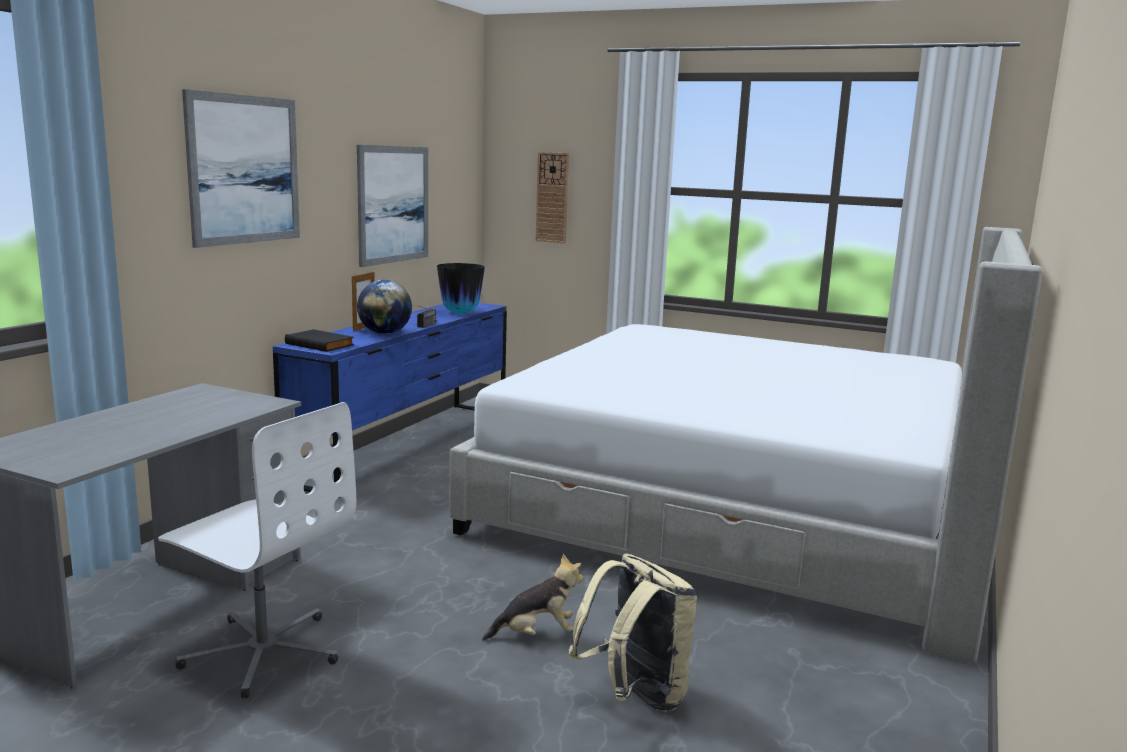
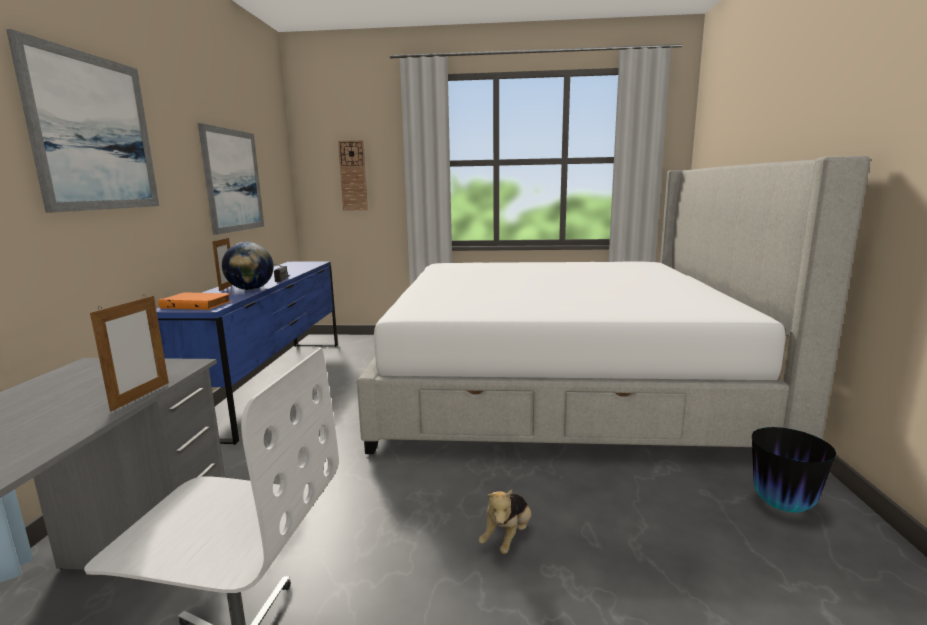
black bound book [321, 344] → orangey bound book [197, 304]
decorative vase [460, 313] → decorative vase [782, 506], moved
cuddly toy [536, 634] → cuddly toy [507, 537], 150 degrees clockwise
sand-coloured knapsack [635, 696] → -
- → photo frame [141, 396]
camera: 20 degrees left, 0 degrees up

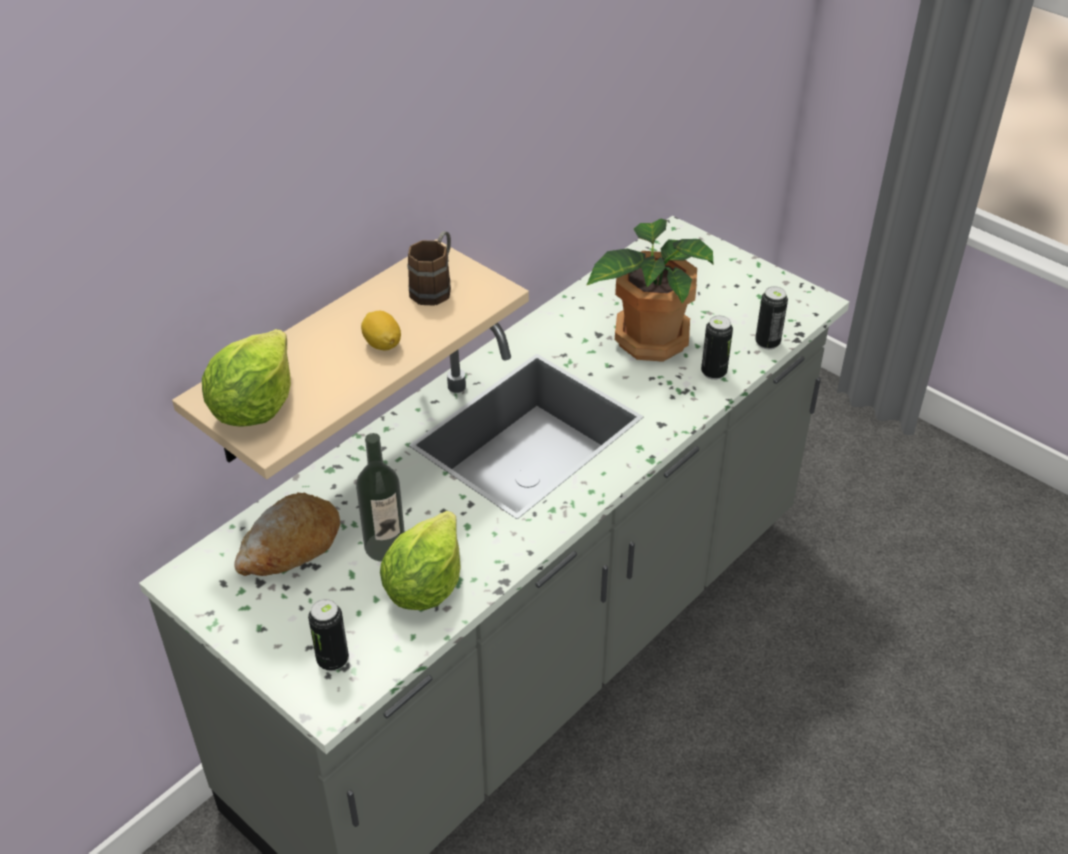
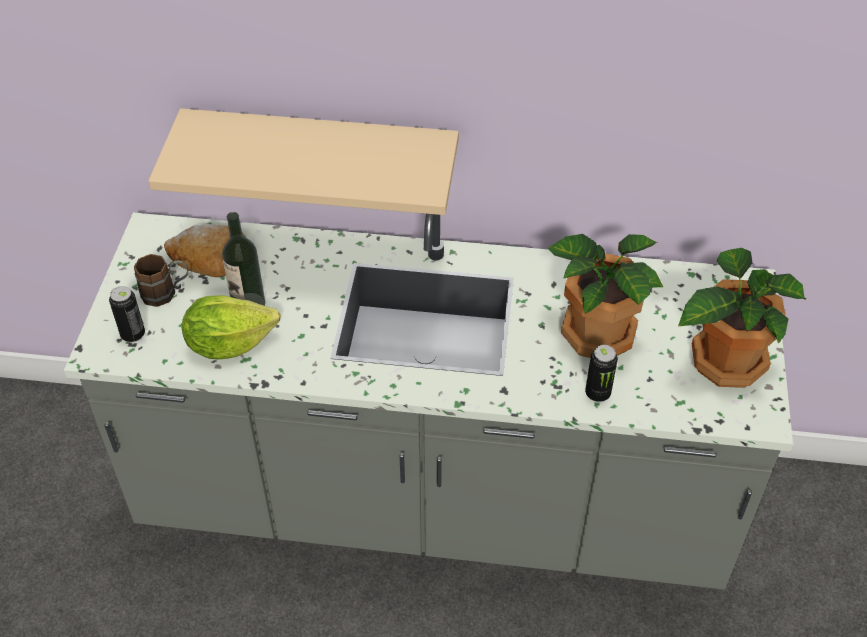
lettuce [254, 406] → -
lemon [382, 344] → -
brown tea mug [435, 287] → brown tea mug [166, 293], moved
sealed can [767, 343] → -
- → houseplant [724, 361]
camera: 55 degrees right, 5 degrees up

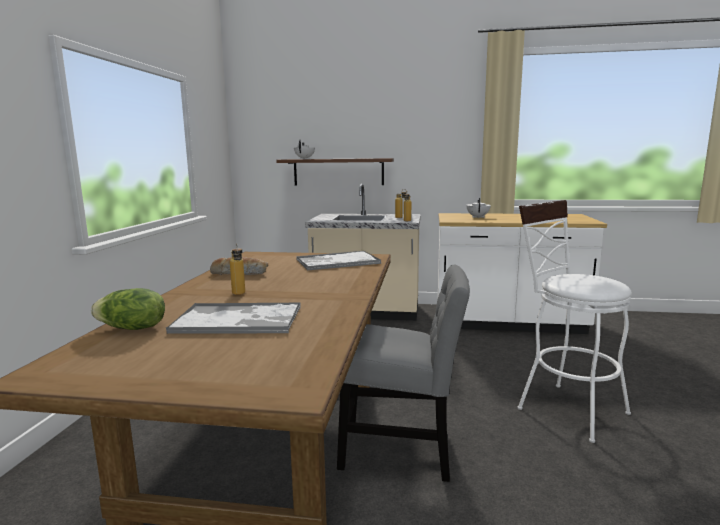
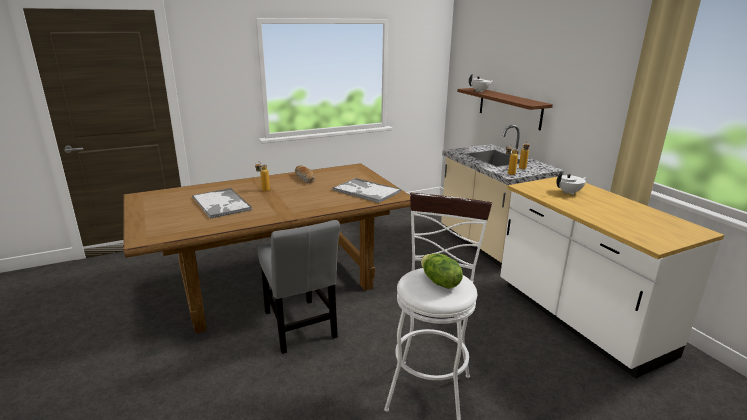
lettuce [132, 328] → lettuce [439, 282], moved
camera: 55 degrees right, 10 degrees up

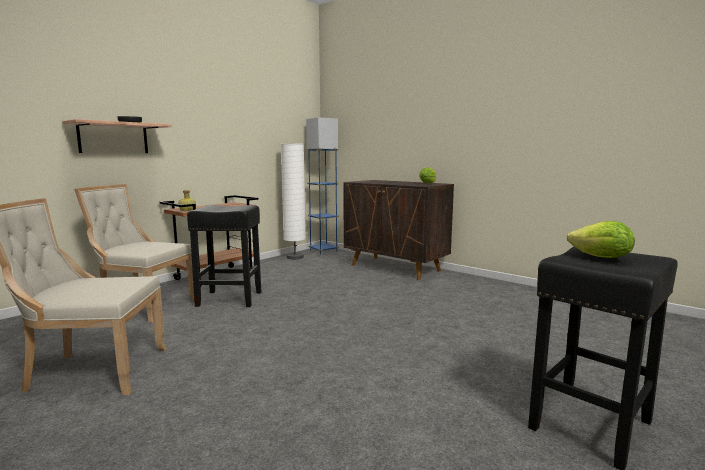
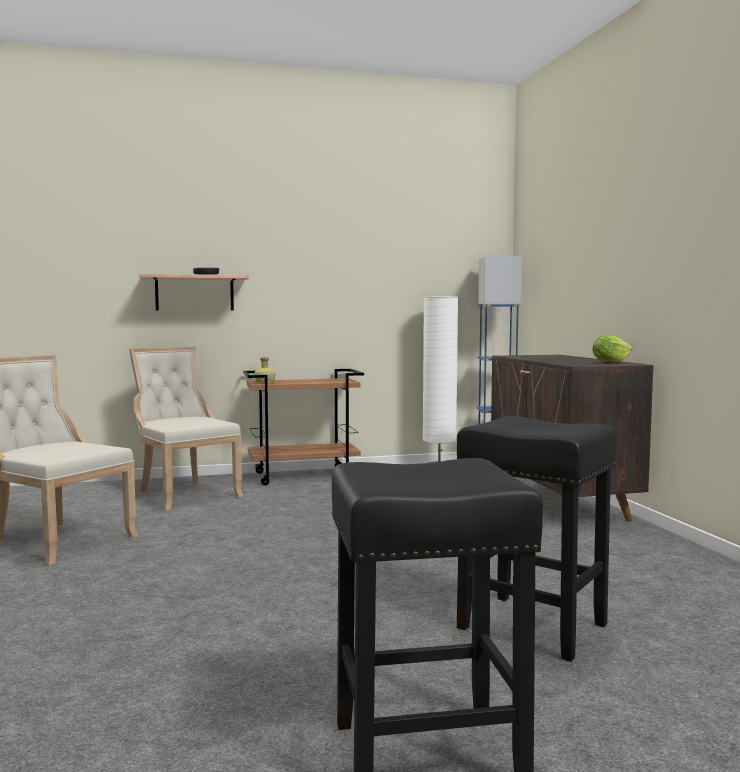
black stool seat [231, 299] → black stool seat [535, 626], moved
lettuce [601, 258] → -
camera: 35 degrees right, 5 degrees down

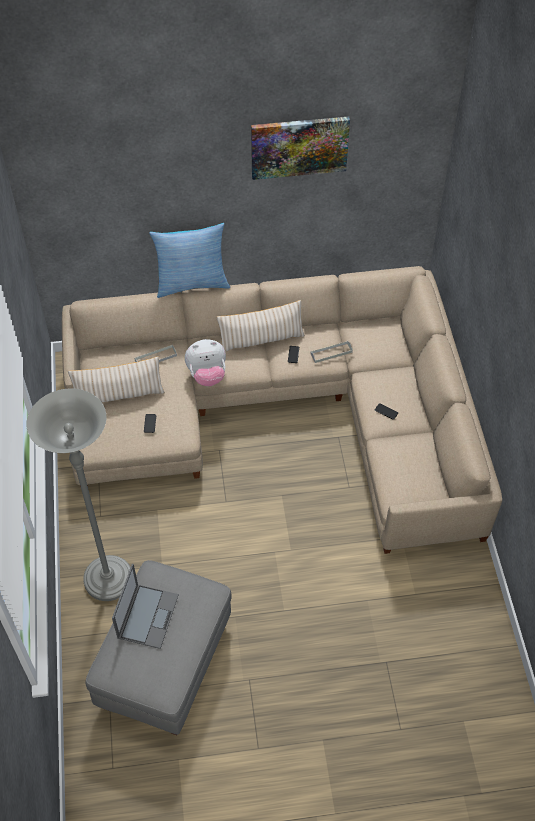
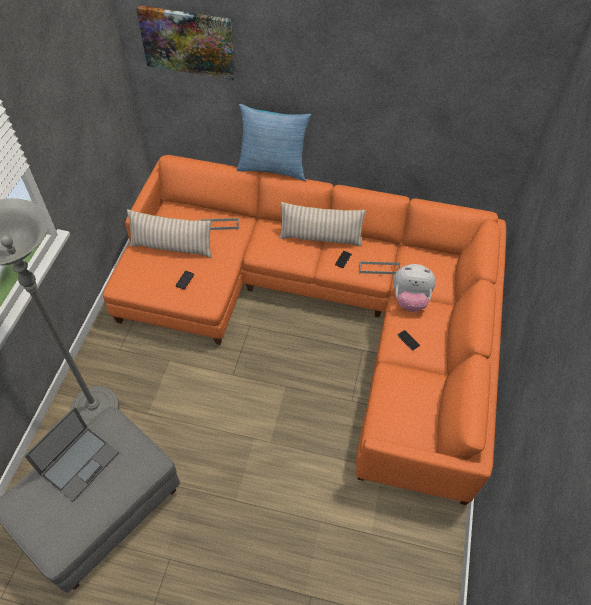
sand-coloured couch [283, 411] → orangey couch [322, 309]
cuddly toy [207, 375] → cuddly toy [410, 300], moved
wall picture [299, 146] → wall picture [188, 42], moved
camera: 20 degrees right, 0 degrees up

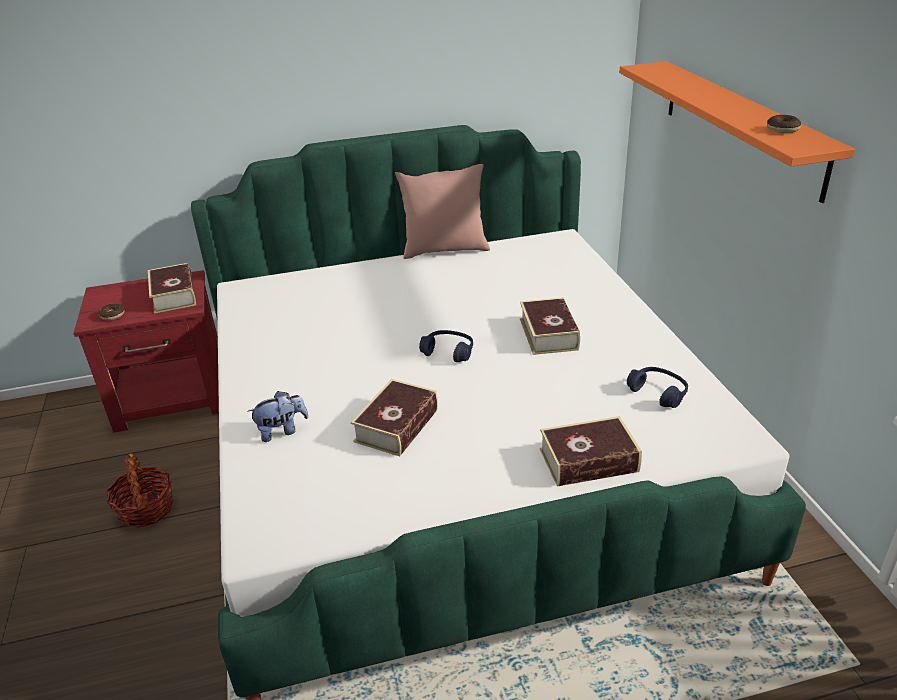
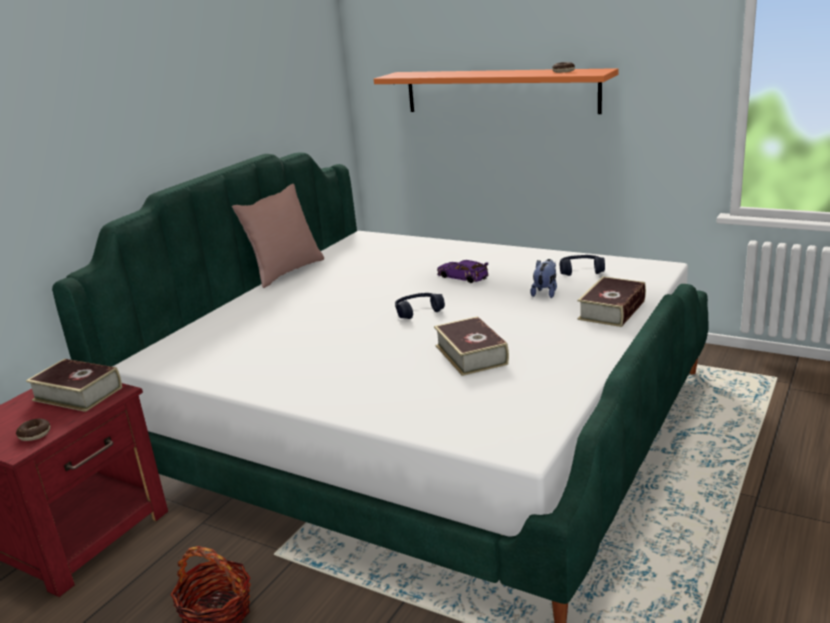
cuddly toy [282, 431] → cuddly toy [545, 292], moved
bound book [548, 334] → purplish toy car [462, 277]
camera: 45 degrees left, 10 degrees down

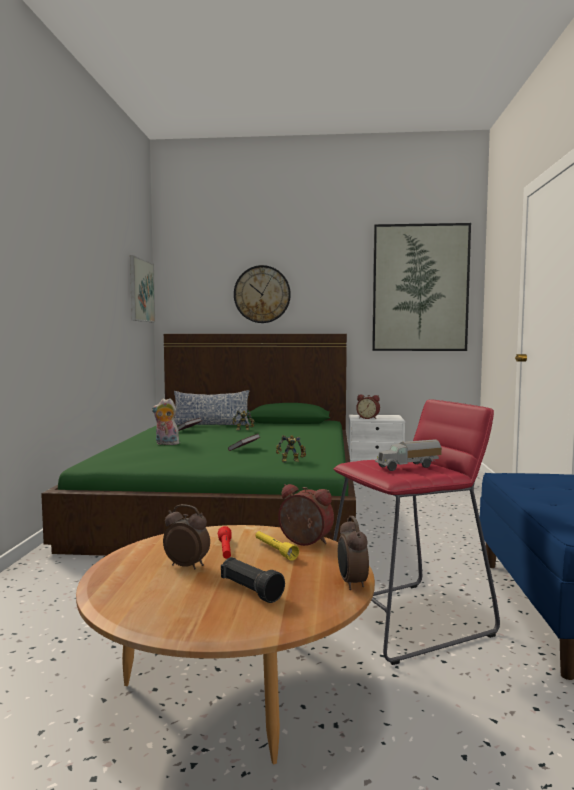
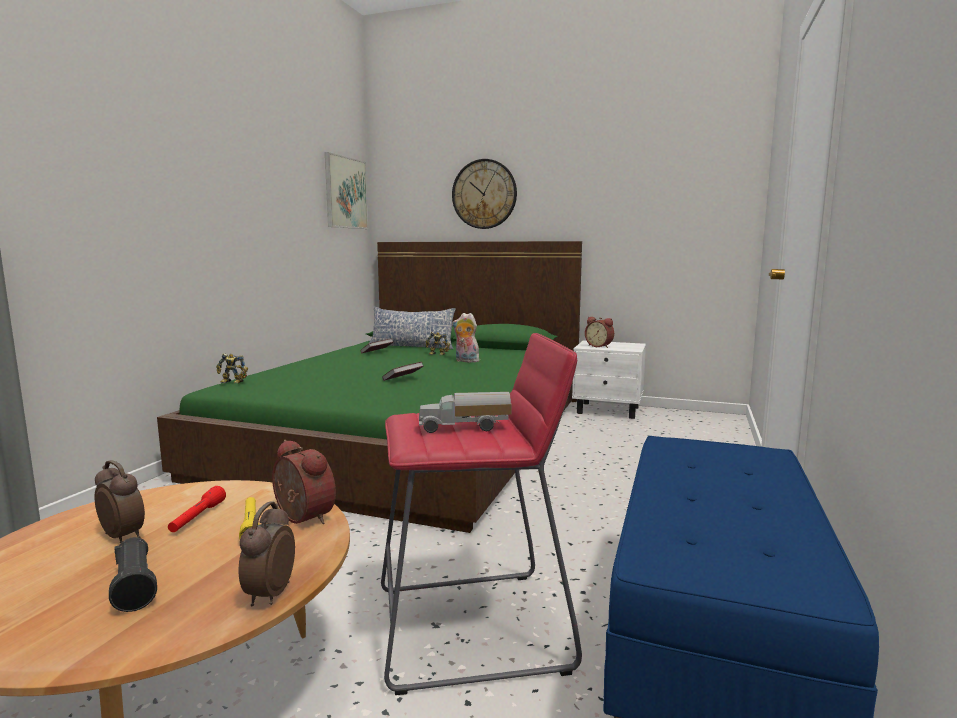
cuddly toy [166, 444] → cuddly toy [465, 361], moved
toy robot [291, 461] → toy robot [232, 382], moved
wall picture [420, 288] → -
camera: 15 degrees right, 5 degrees up

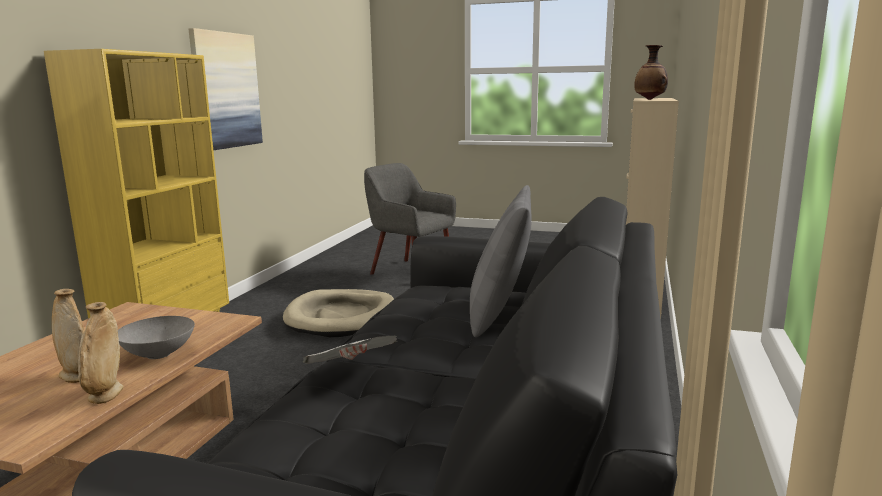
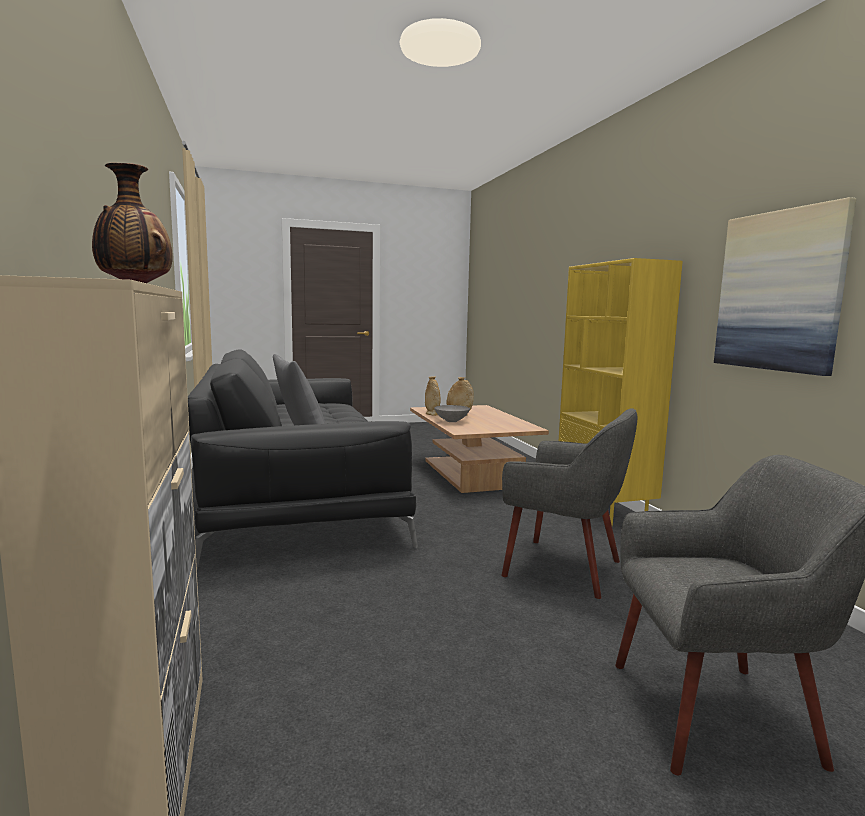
sand-coloured pet bed [342, 317] → greyish lounge chair [564, 568]
newspaper [350, 375] → -
camera: 145 degrees right, 5 degrees down

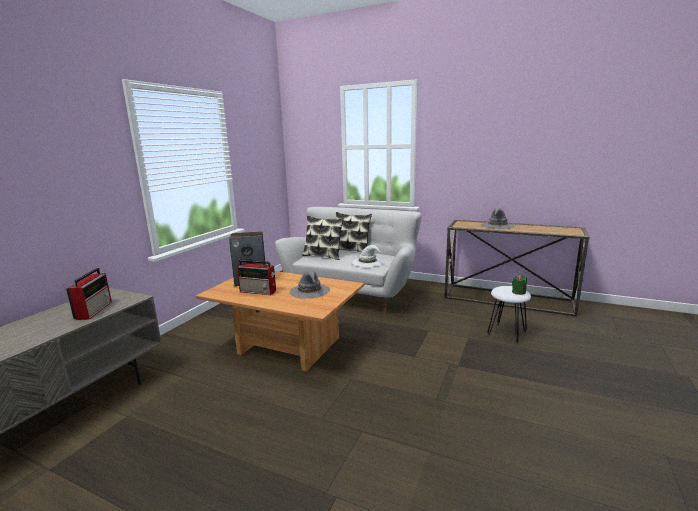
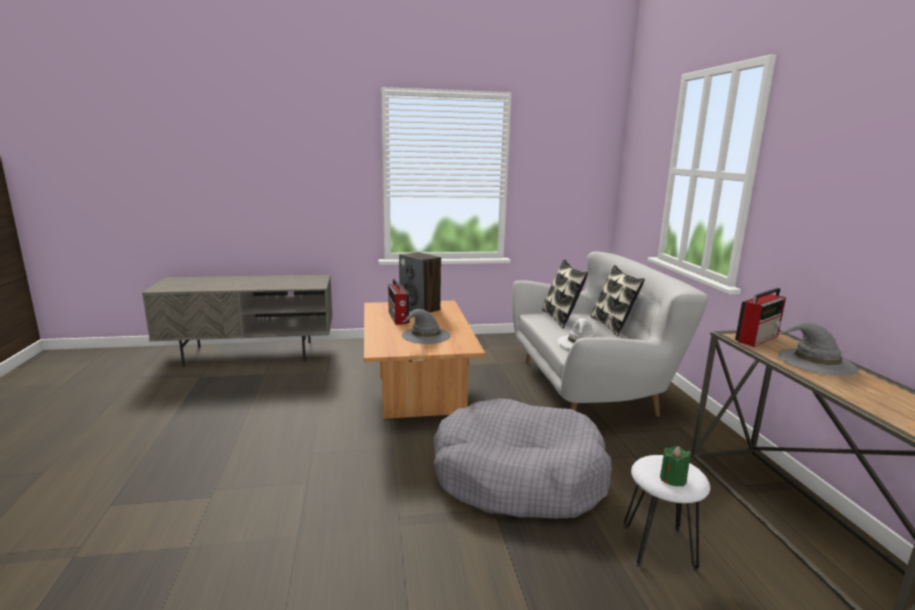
radio set [94, 310] → radio set [758, 338], moved
- → greyish pet bed [518, 476]
camera: 55 degrees right, 0 degrees up

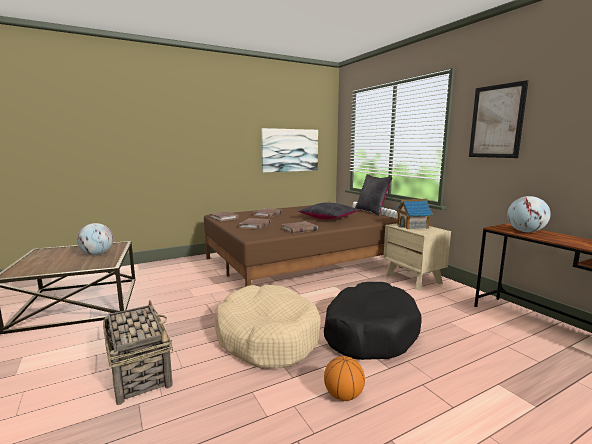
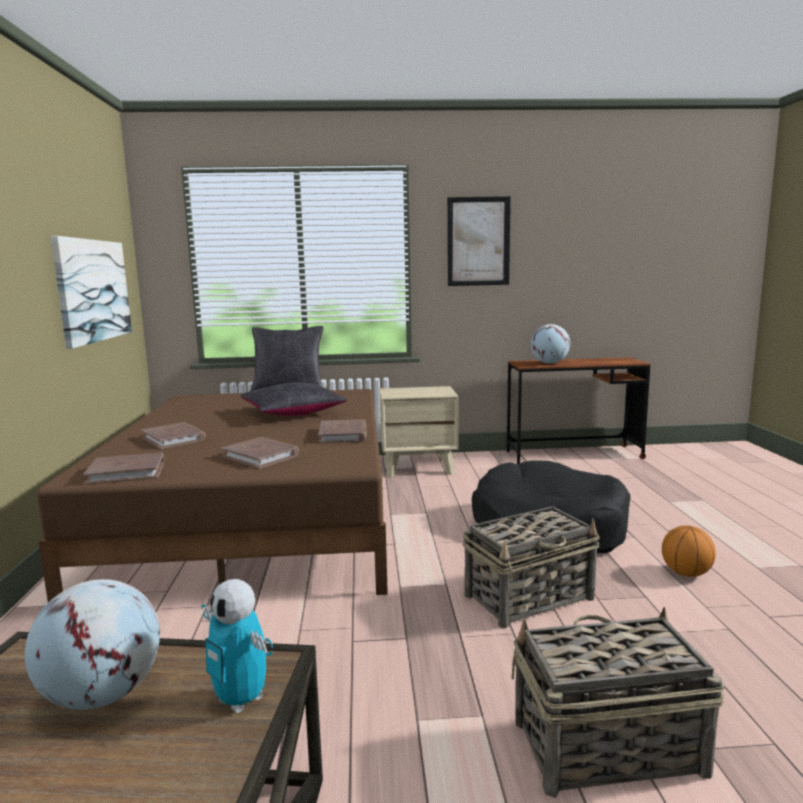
sand-coloured pet bed [267, 337] → household basket [530, 597]
miniature house [412, 226] → -
- → toy robot [241, 700]
camera: 65 degrees left, 0 degrees up

